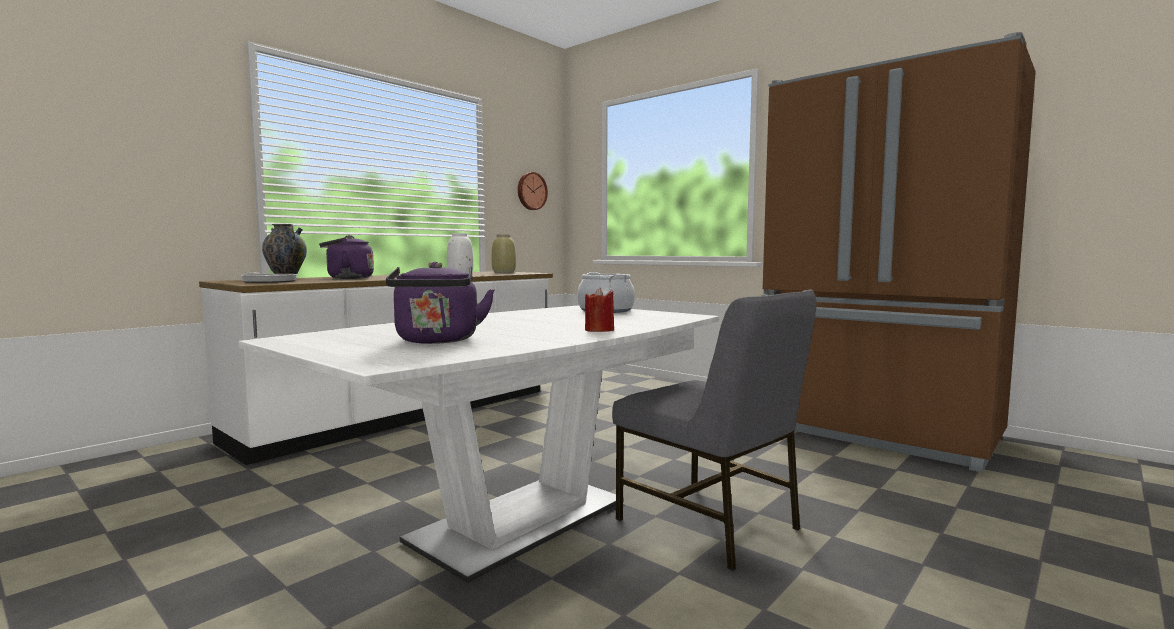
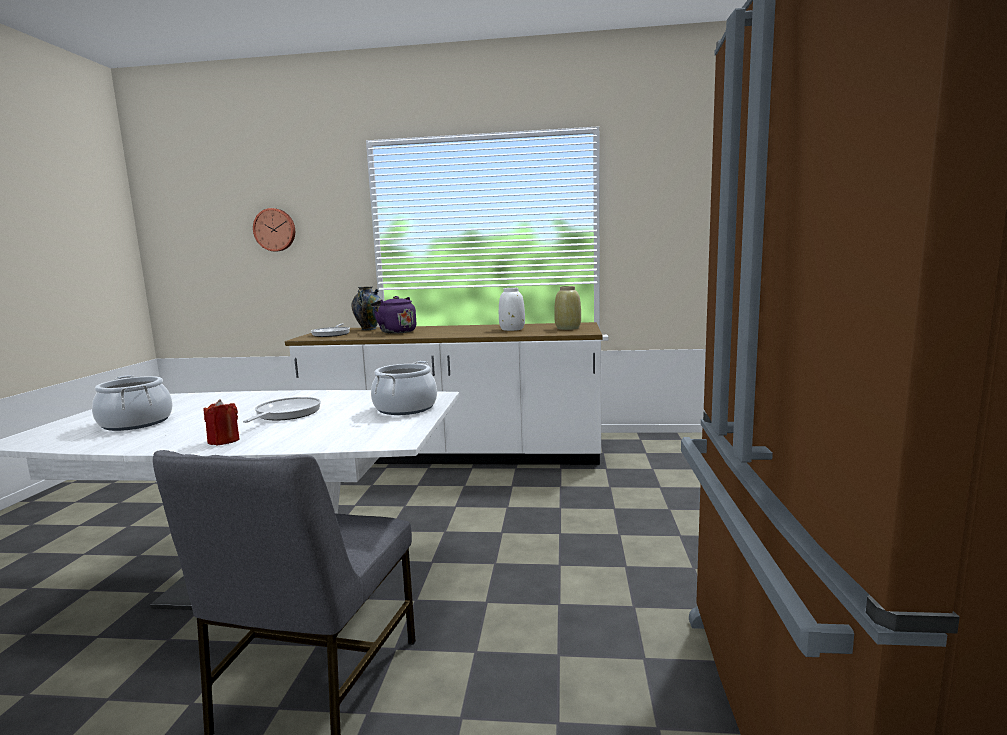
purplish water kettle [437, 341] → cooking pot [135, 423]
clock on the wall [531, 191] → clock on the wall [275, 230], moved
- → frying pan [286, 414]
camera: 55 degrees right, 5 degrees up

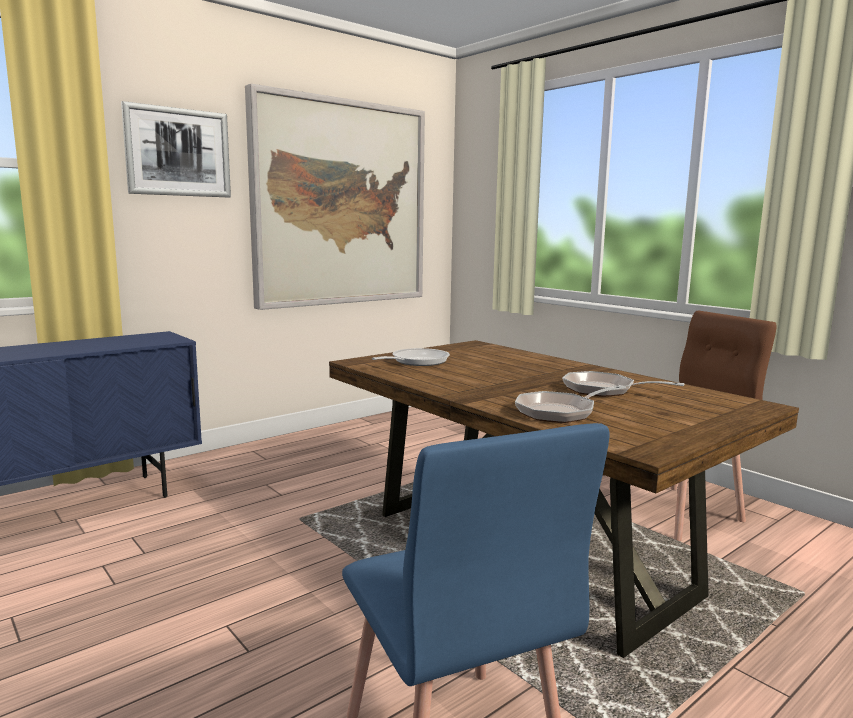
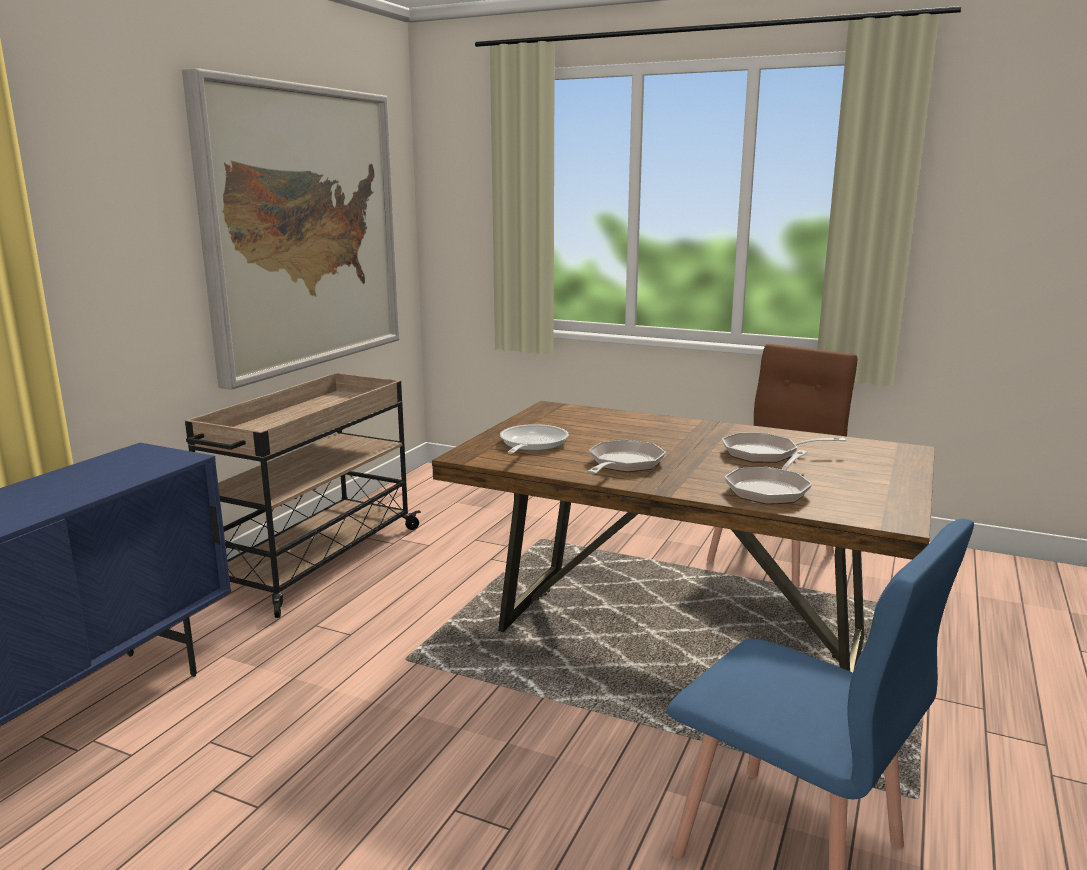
wall picture [178, 152] → -
- → sand-coloured cart [314, 561]
- → frying pan [623, 464]
camera: 25 degrees left, 5 degrees up

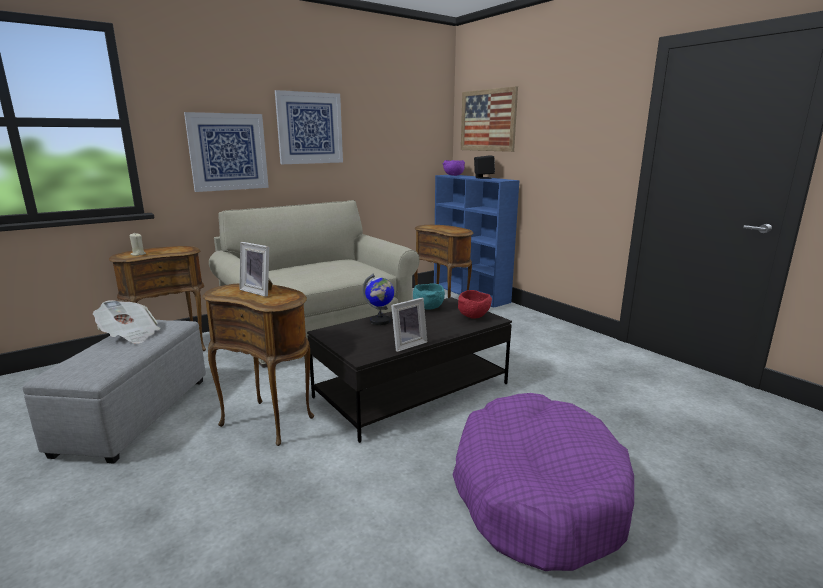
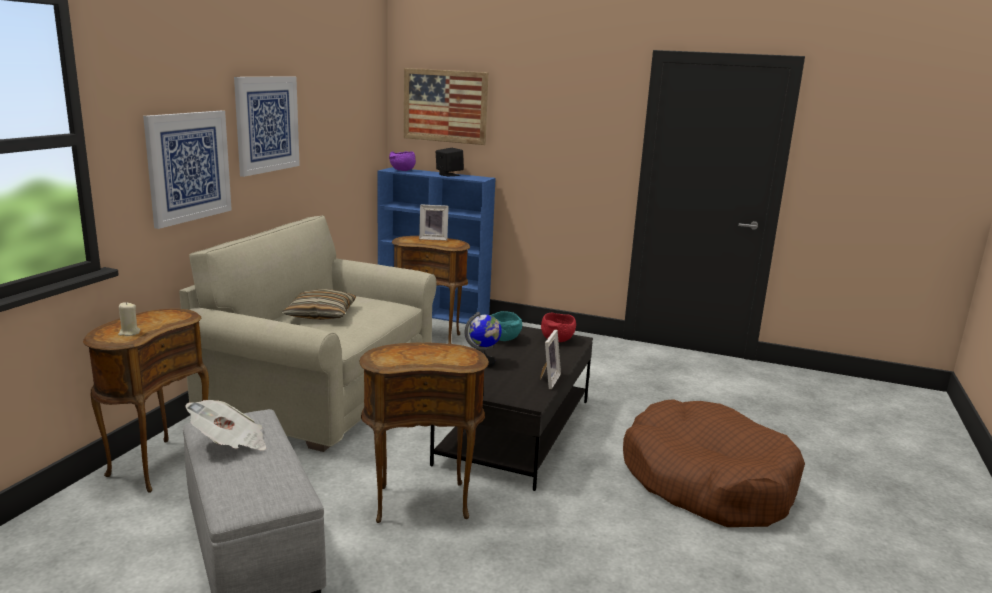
photo frame [259, 291] → photo frame [433, 238], moved
purplish pet bed [536, 493] → brown pet bed [706, 481]
- → cushion [321, 314]
camera: 35 degrees left, 0 degrees up

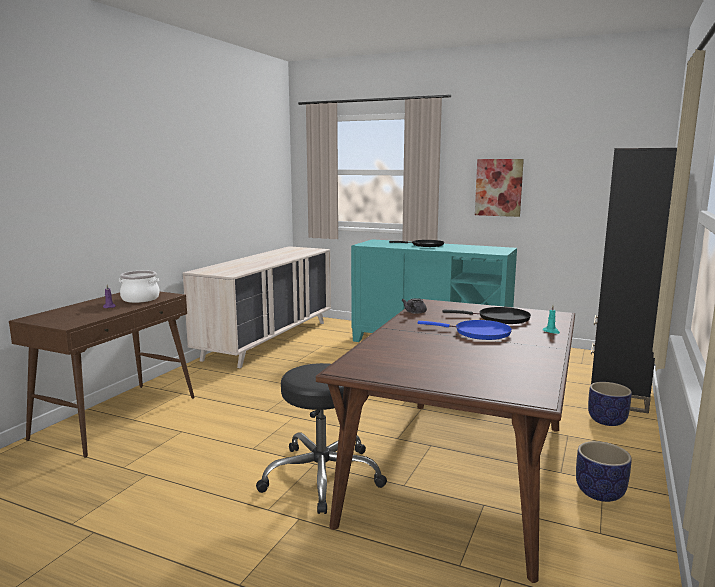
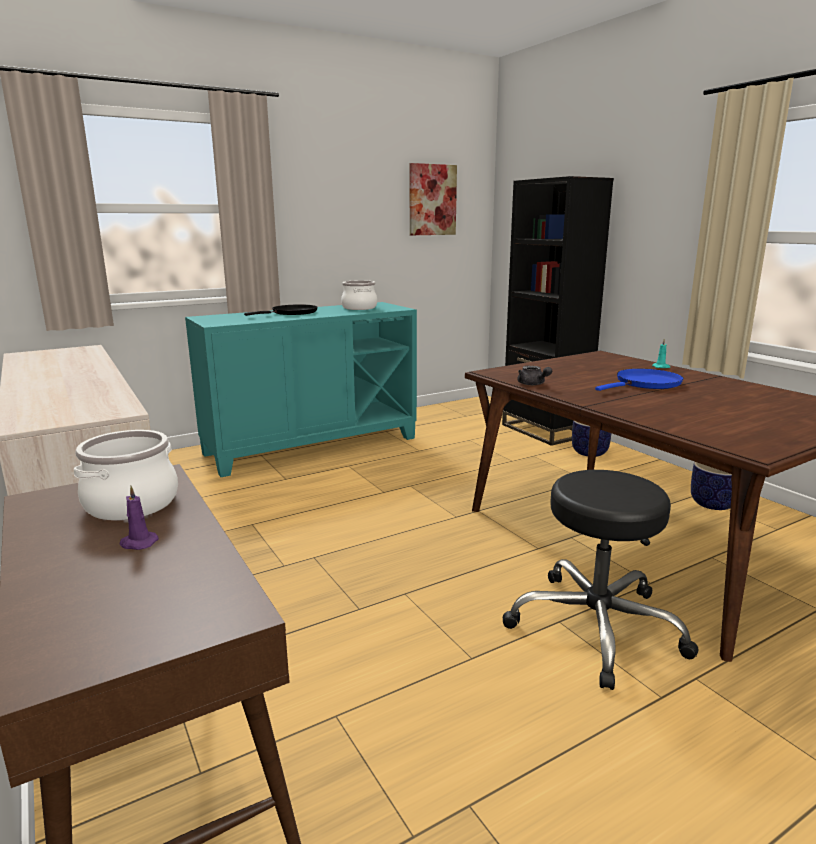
black frying pan [500, 318] → -
wall picture [498, 187] → wall picture [432, 200], moved
- → cooking pot [359, 308]
camera: 55 degrees left, 5 degrees up

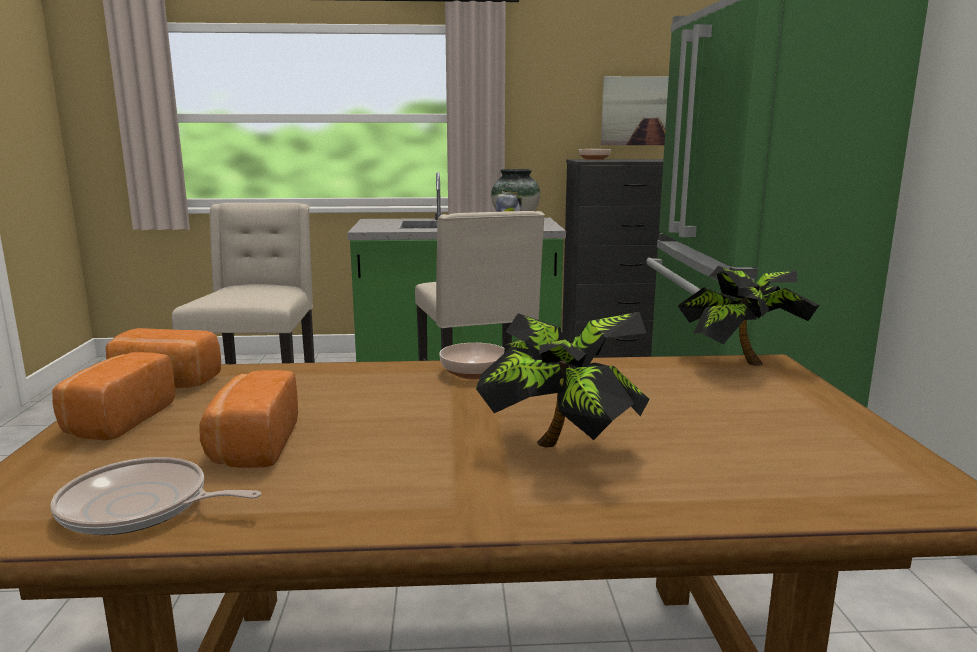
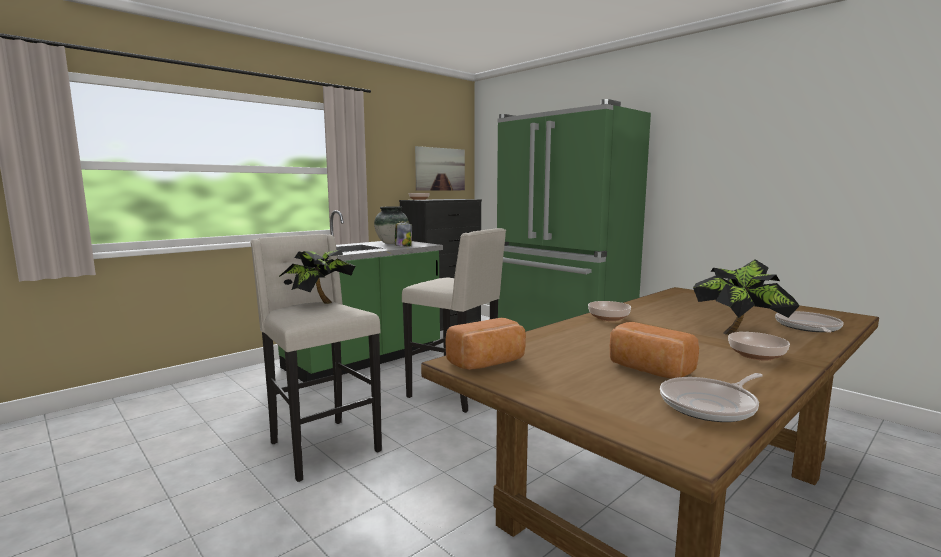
bakery bread [116, 420] → -
houseplant [738, 363] → houseplant [319, 304], moved
- → serving bowl [755, 355]
- → frying pan [808, 327]
camera: 40 degrees left, 5 degrees down

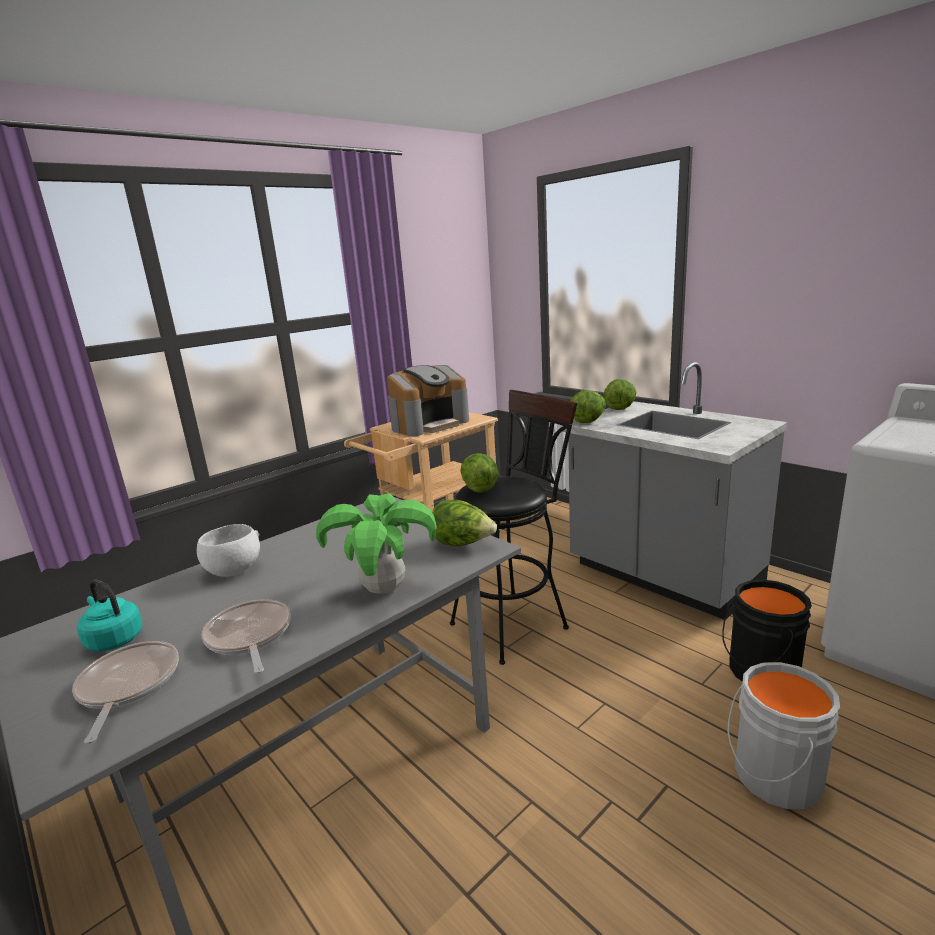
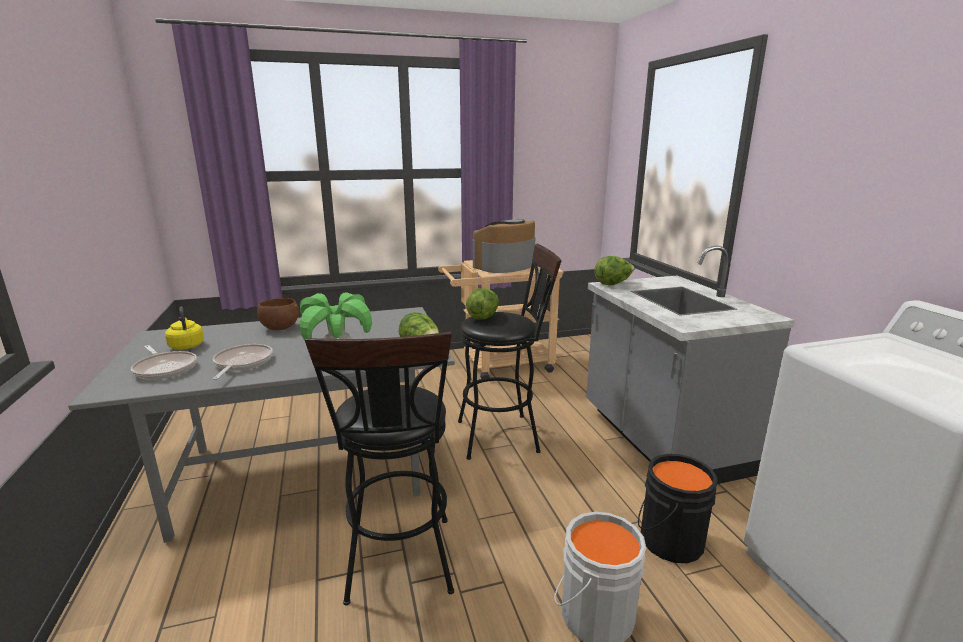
frying pan [127, 686] → frying pan [165, 368], 120 degrees clockwise
blue-green water kettle [113, 639] → yellow water kettle [187, 345]
whitish serving bowl [232, 571] → brown serving bowl [279, 328]
coffee brewer [429, 424] → coffee brewer [505, 266], 150 degrees clockwise
lettuce [620, 408] → -
- → black stool seat [400, 567]
camera: 25 degrees right, 0 degrees up

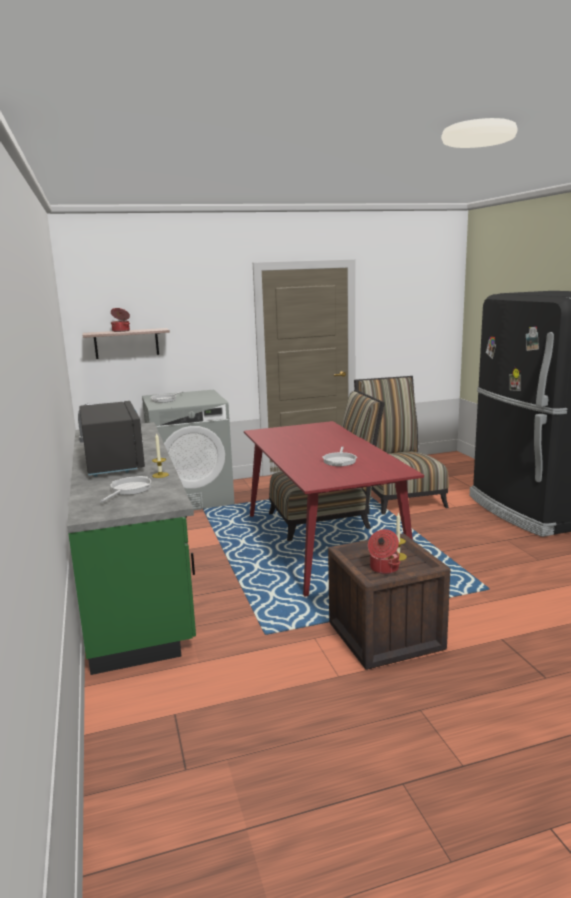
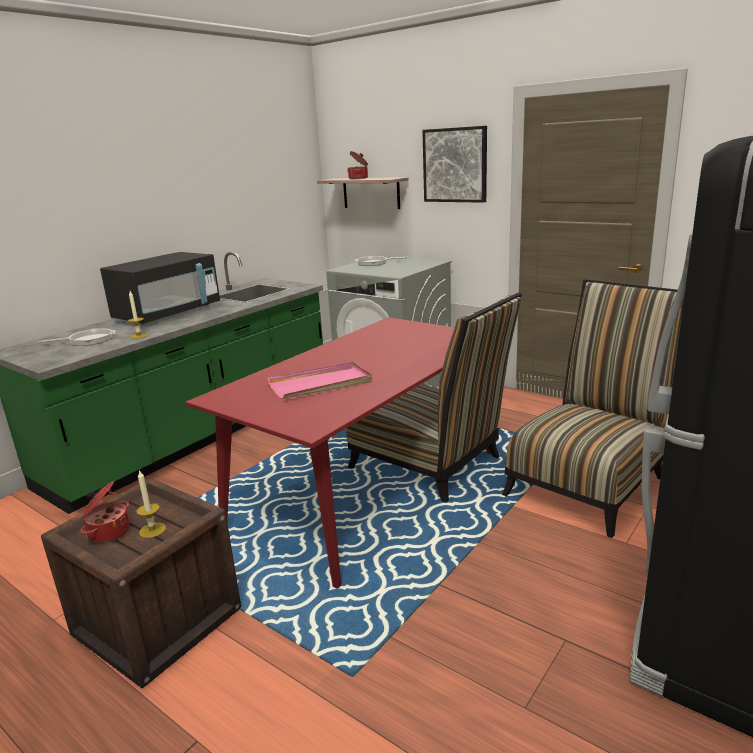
frying pan [340, 460] → pinkish serving tray [321, 384]
- → wall picture [455, 165]
camera: 55 degrees right, 5 degrees up

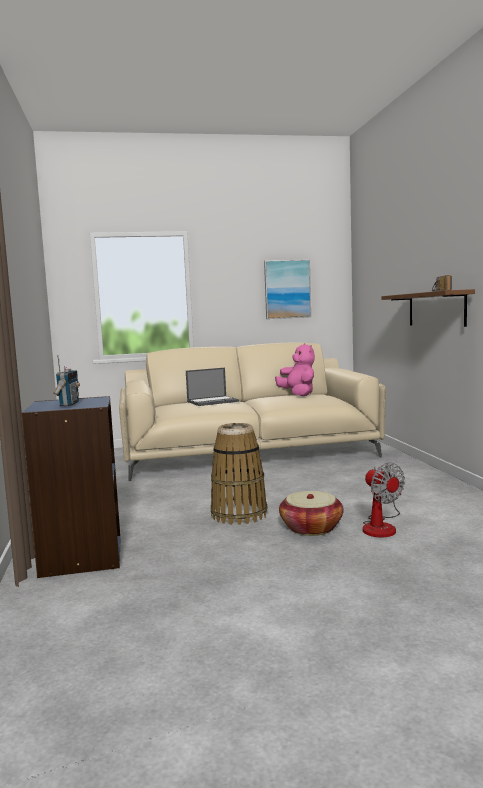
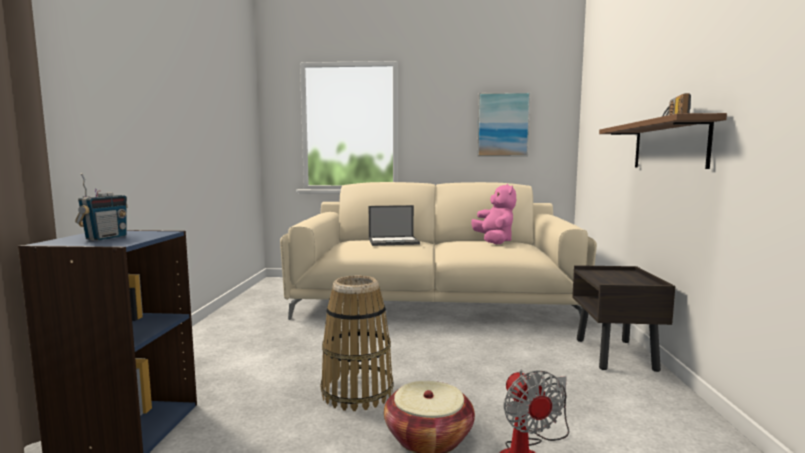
- → brown night table [615, 355]
camera: 15 degrees right, 0 degrees up

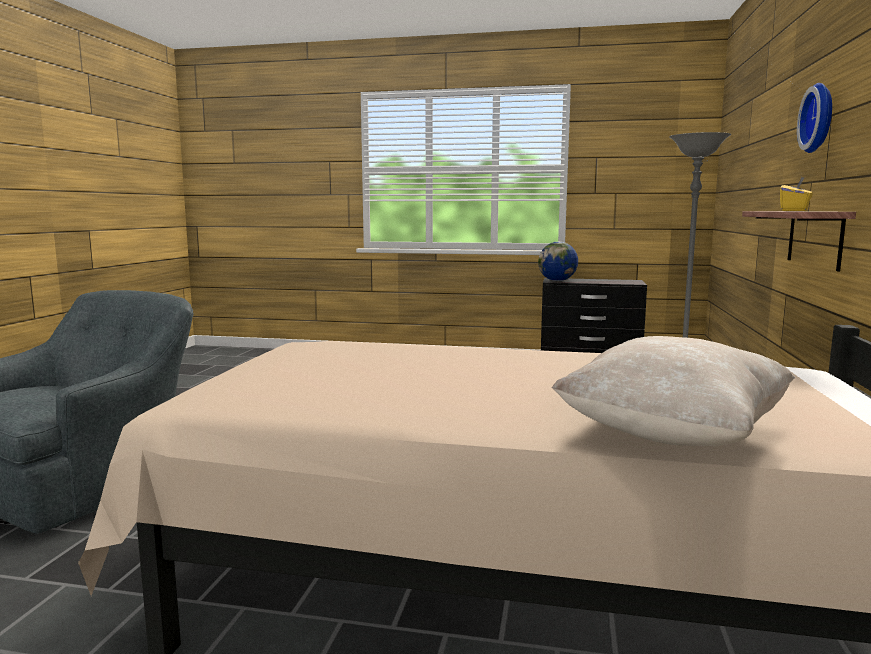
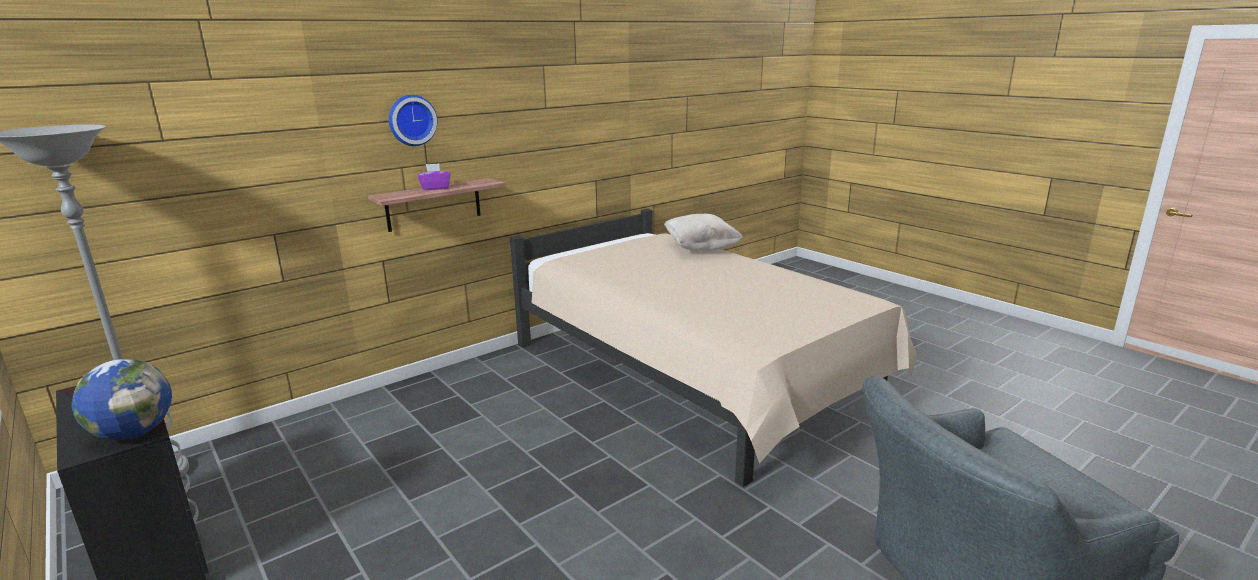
yellow tissue box [794, 210] → purplish tissue box [435, 188]
camera: 140 degrees left, 10 degrees up

